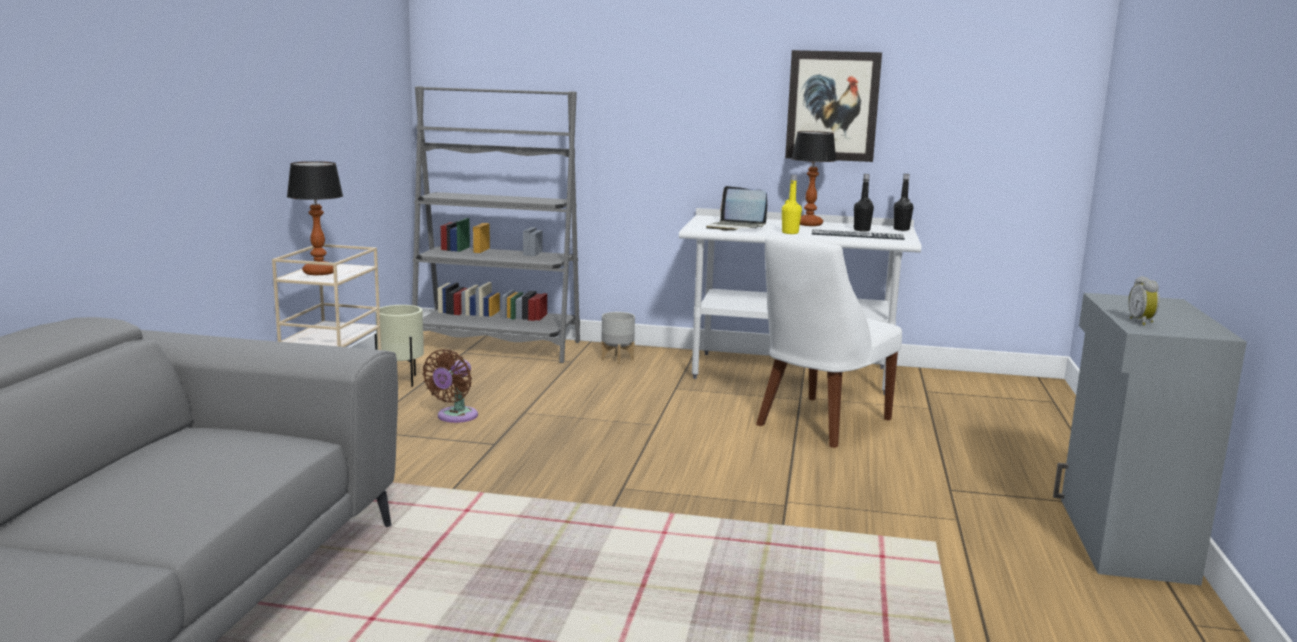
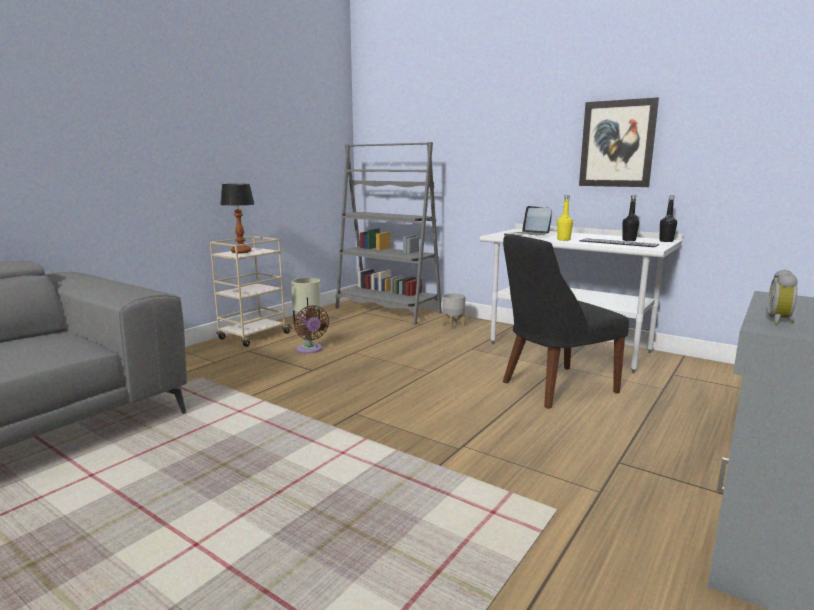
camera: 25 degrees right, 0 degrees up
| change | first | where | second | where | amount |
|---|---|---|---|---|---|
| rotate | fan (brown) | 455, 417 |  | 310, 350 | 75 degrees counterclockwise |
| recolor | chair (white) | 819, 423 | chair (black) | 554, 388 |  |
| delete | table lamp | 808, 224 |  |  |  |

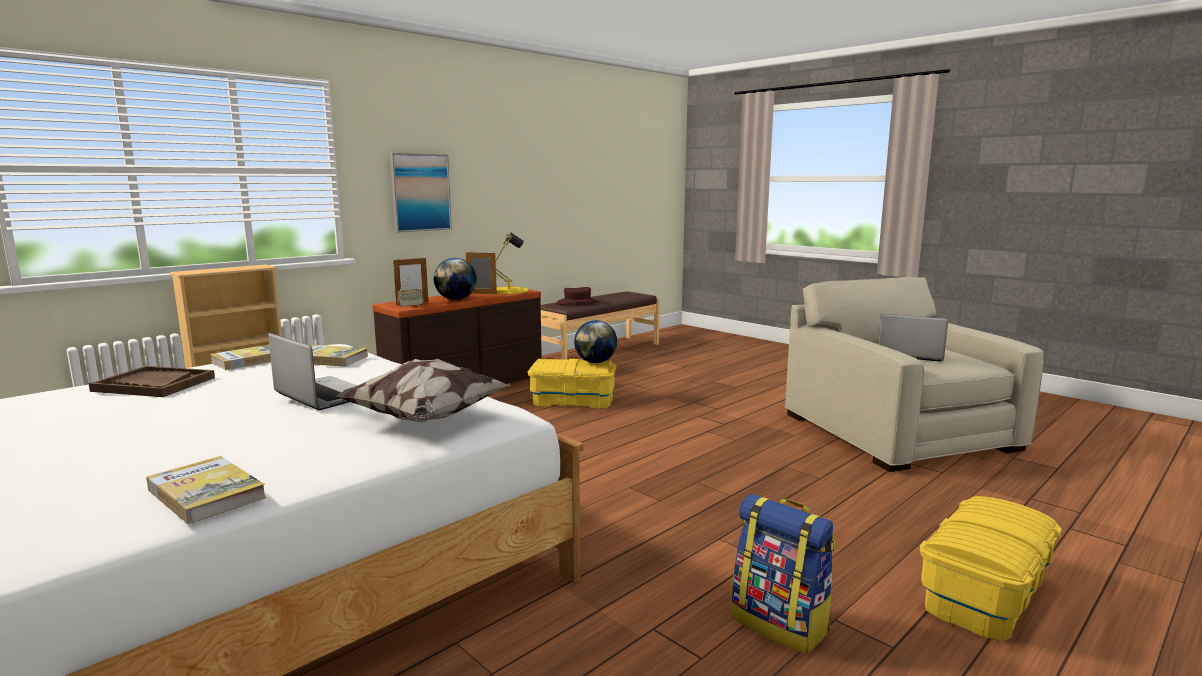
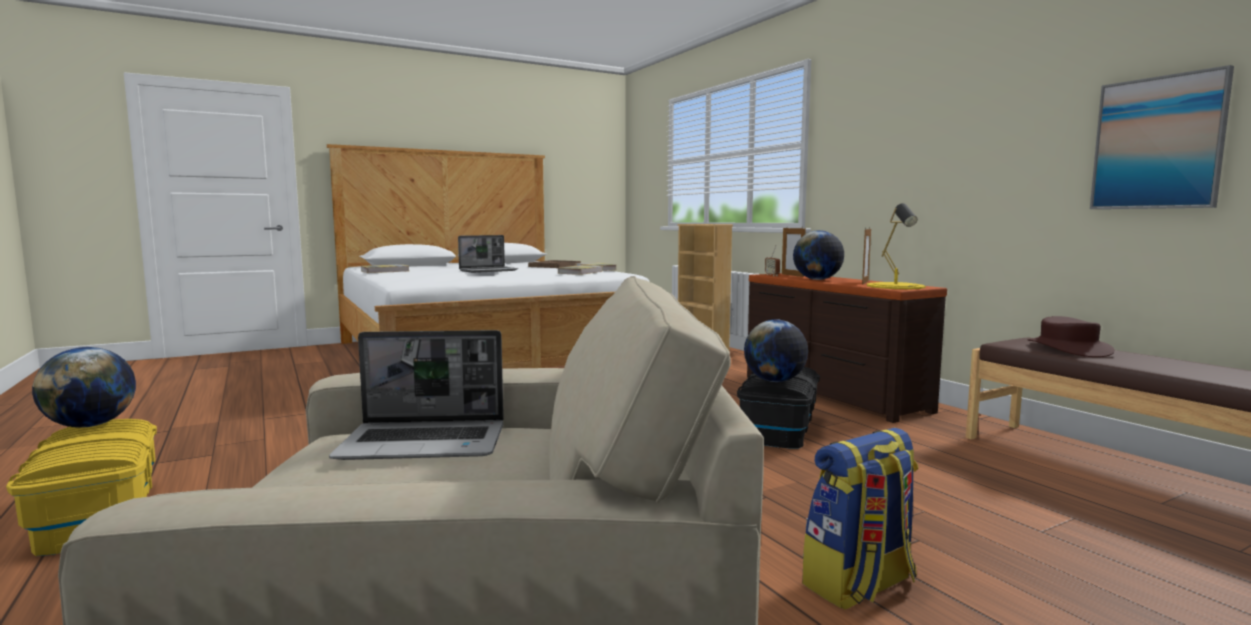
camera: 105 degrees right, 5 degrees down
| change | first | where | second | where | amount |
|---|---|---|---|---|---|
| delete | pillow | 426, 419 |  |  |  |
| move | picture | 420, 192 |  | 1158, 143 |  |
| recolor | storage box (yellow) | 572, 401 | storage box (black) | 778, 429 |  |
| move | backpack | 780, 624 |  | 859, 585 |  |
| rotate | laptop | 909, 354 |  | 426, 443 | 45 degrees clockwise |
| insert |  |  | globe | 91, 425 |  |

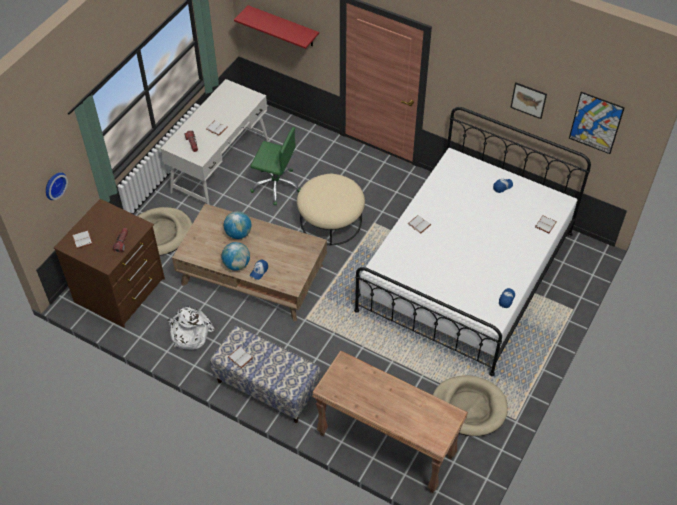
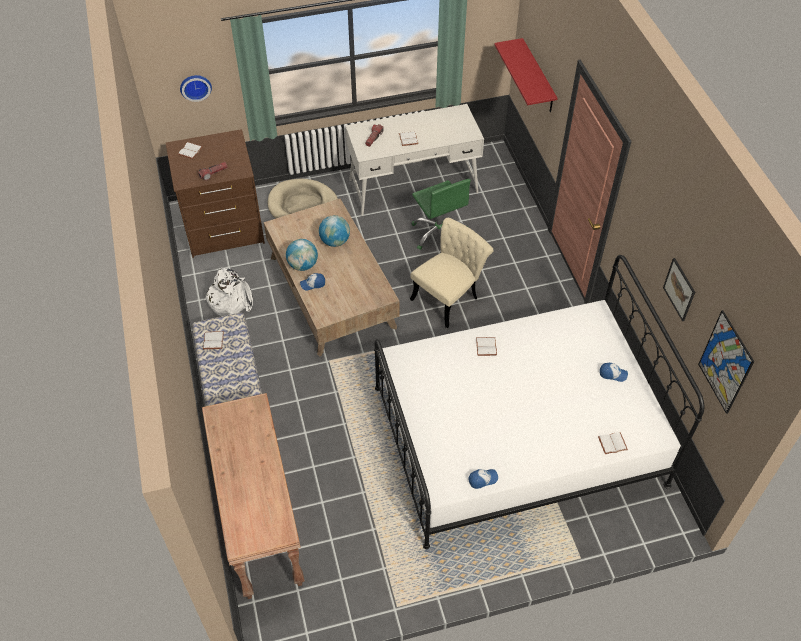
camera: 45 degrees right, 0 degrees up
| change | first | where | second | where | amount |
|---|---|---|---|---|---|
| replace | ottoman (beige) | 331, 221 | chair (beige) | 449, 297 |  |
| delete | dog bed (beige) | 469, 407 |  |  |  |

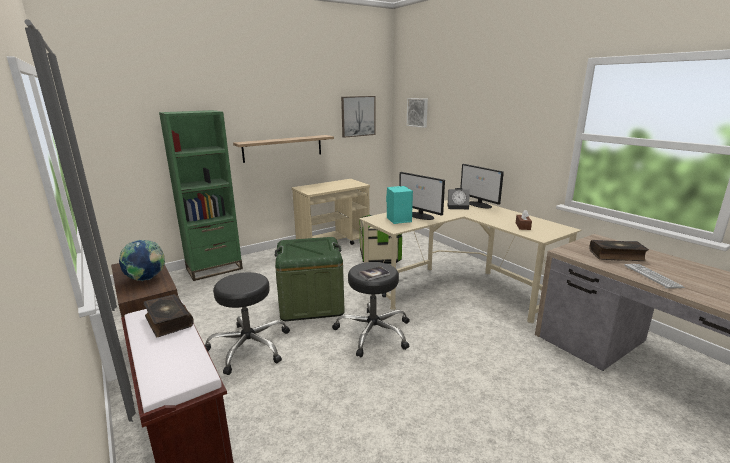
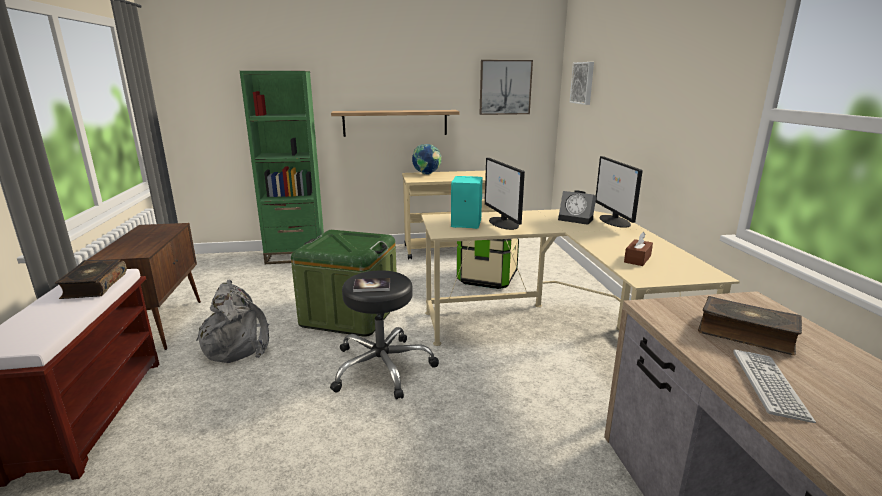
camera: 25 degrees right, 0 degrees up
| change | first | where | second | where | amount |
|---|---|---|---|---|---|
| move | globe | 146, 279 |  | 426, 174 |  |
| replace | stool (black) | 248, 347 | backpack (grey) | 238, 345 |  |

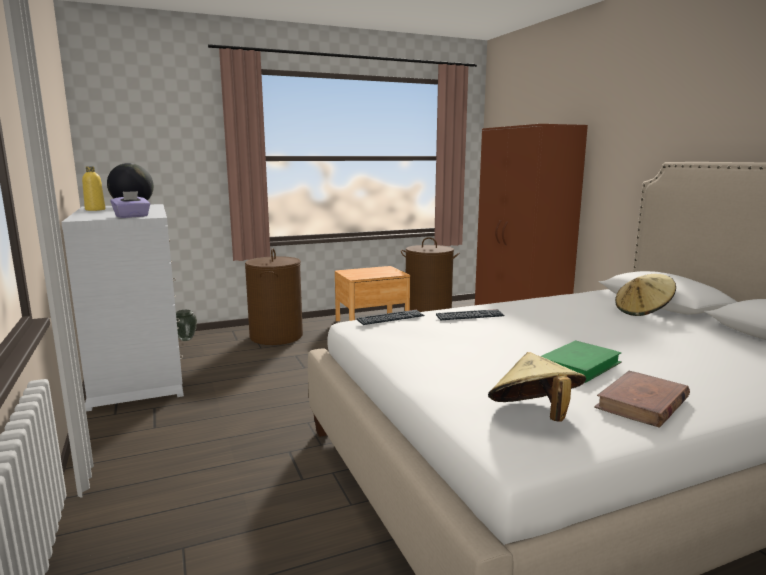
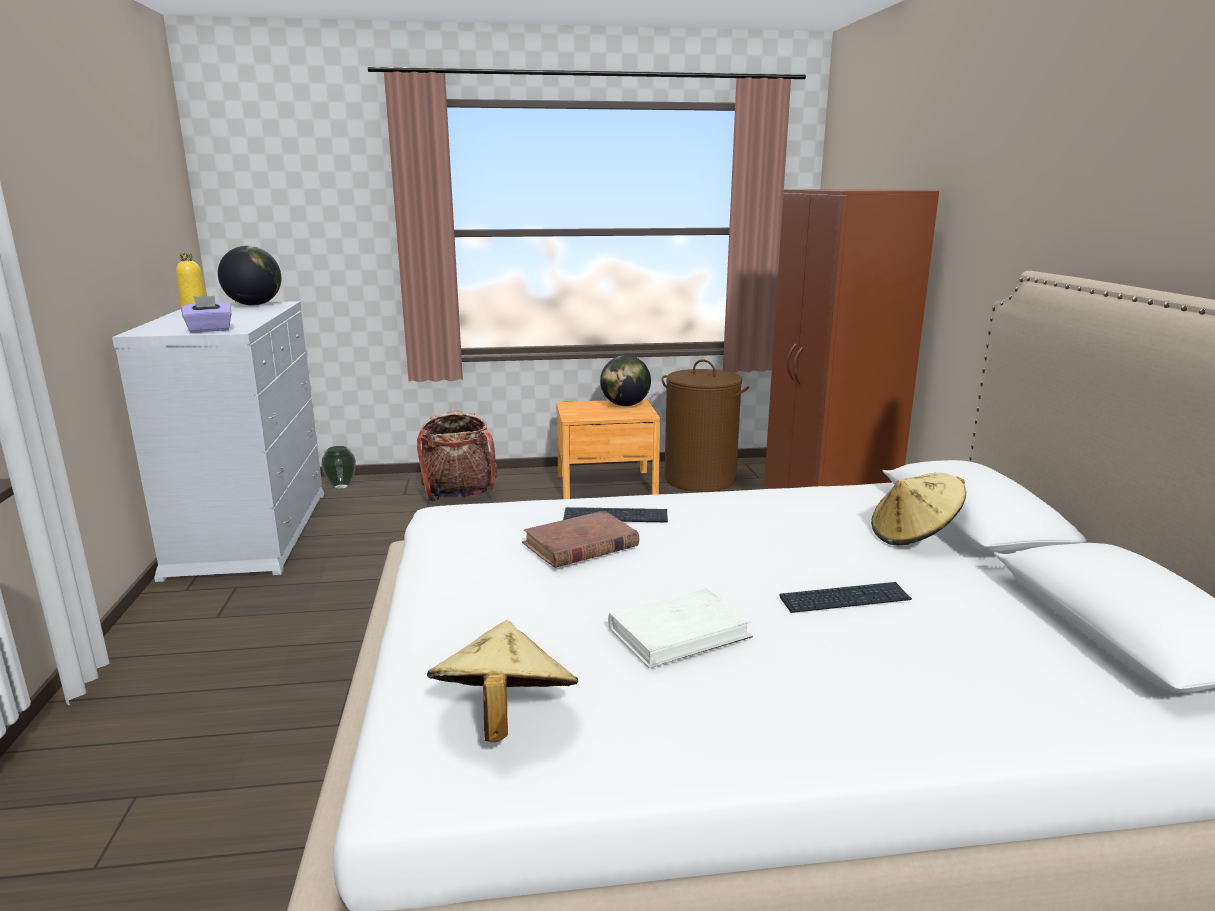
camera: 15 degrees right, 5 degrees up
| change | first | where | second | where | amount |
|---|---|---|---|---|---|
| replace | laundry basket (brown) | 276, 336 | backpack | 459, 494 |  |
| move | keyboard | 391, 318 |  | 845, 600 |  |
| recolor | book (green) | 579, 365 | book (white) | 679, 633 |  |
| move | book (brown) | 642, 403 |  | 580, 545 |  |
| insert |  |  | globe | 625, 405 |  |

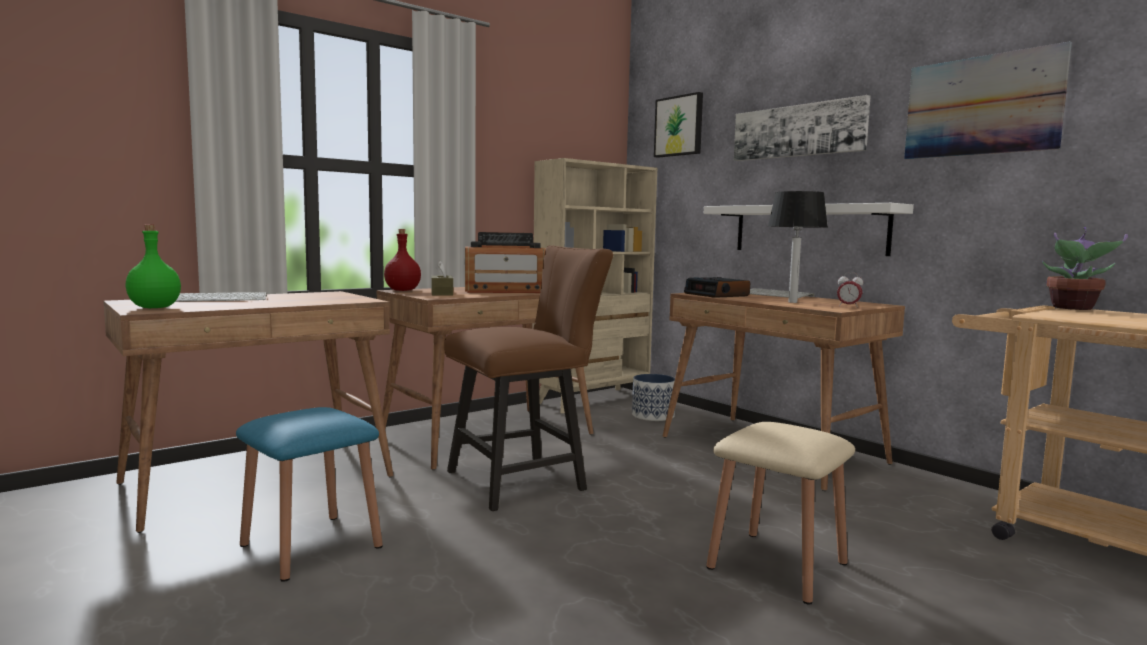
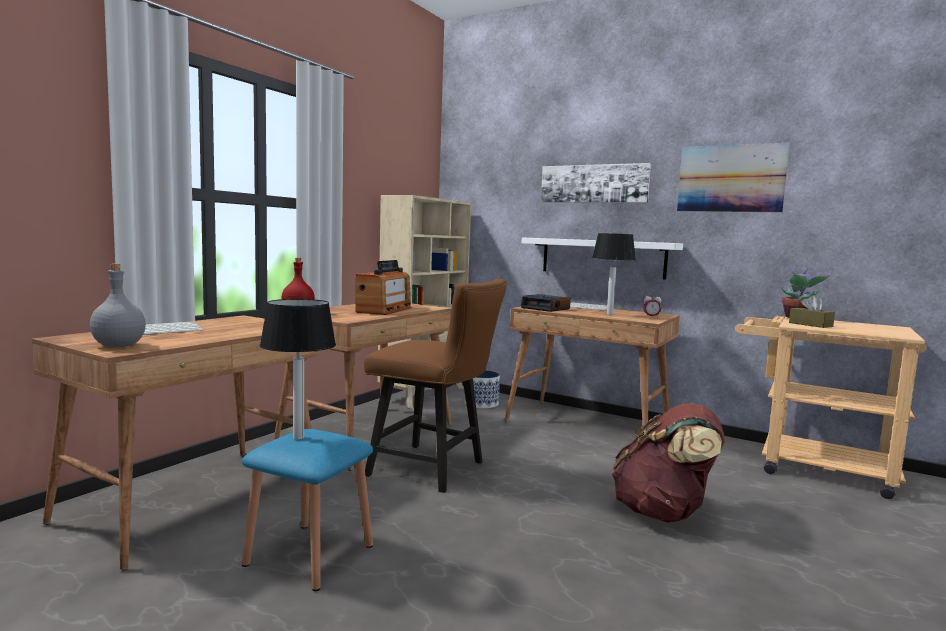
camera: 20 degrees left, 0 degrees up
| change | first | where | second | where | amount |
|---|---|---|---|---|---|
| recolor | bottle (green) | 153, 307 | bottle (grey) | 118, 346 |  |
| move | tissue box (brown) | 442, 293 |  | 810, 324 |  |
| rotate | chair (brown) | 526, 480 |  | 434, 470 | 75 degrees clockwise |
| rotate | radio | 505, 291 |  | 384, 310 | 45 degrees counterclockwise |
| delete | picture | 679, 126 |  |  |  |
| replace | stool (beige) | 777, 565 | backpack (brown) | 663, 512 |  |
| insert |  |  | table lamp | 299, 437 |  |

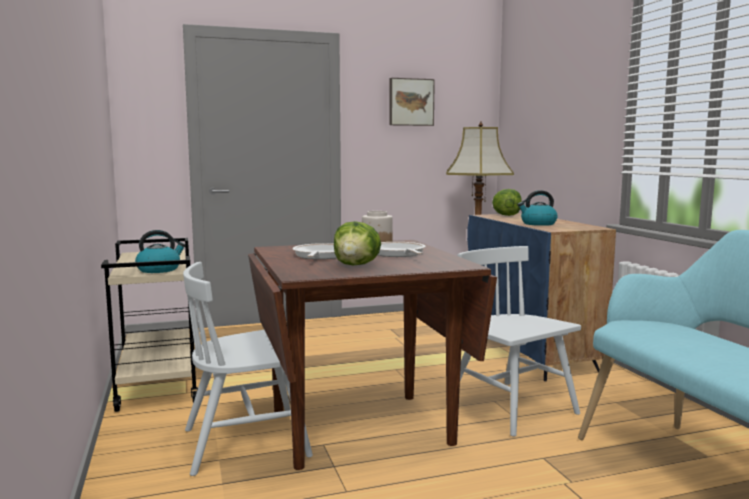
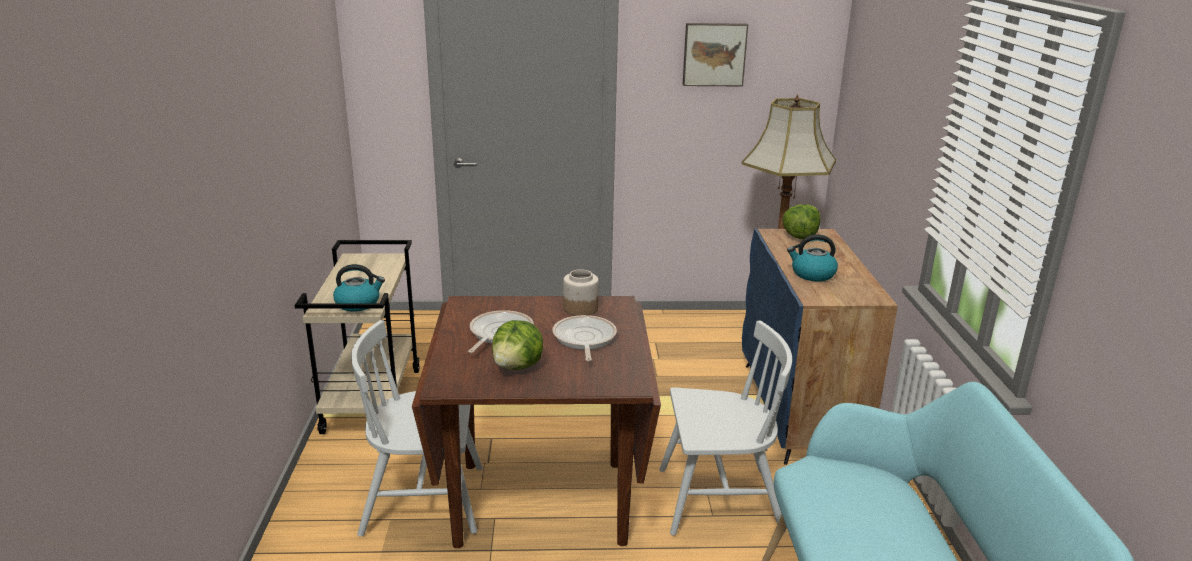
camera: 15 degrees right, 15 degrees up
| change | first | where | second | where | amount |
|---|---|---|---|---|---|
| rotate | chair (white) | 511, 407 |  | 718, 500 | 105 degrees clockwise |

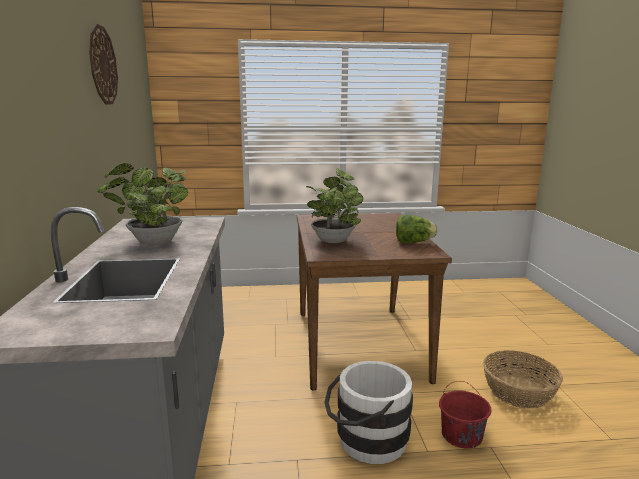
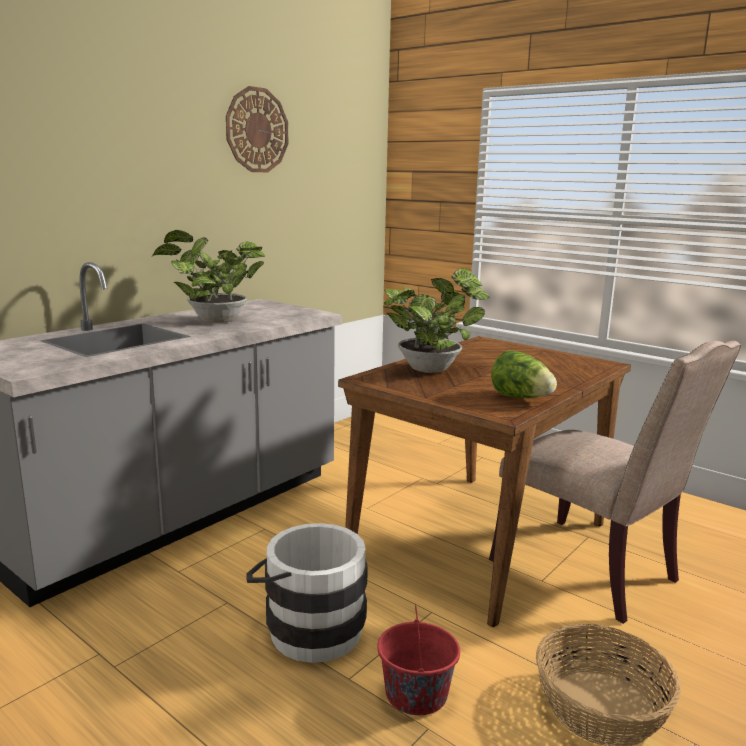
camera: 45 degrees right, 0 degrees up
| change | first | where | second | where | amount |
|---|---|---|---|---|---|
| insert |  |  | chair (beige) | 592, 572 |  |

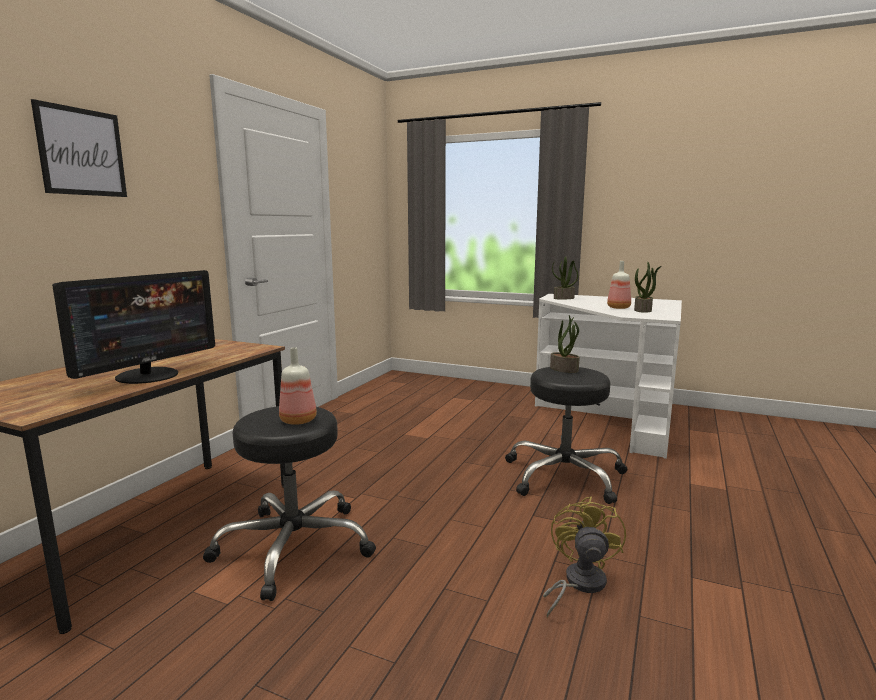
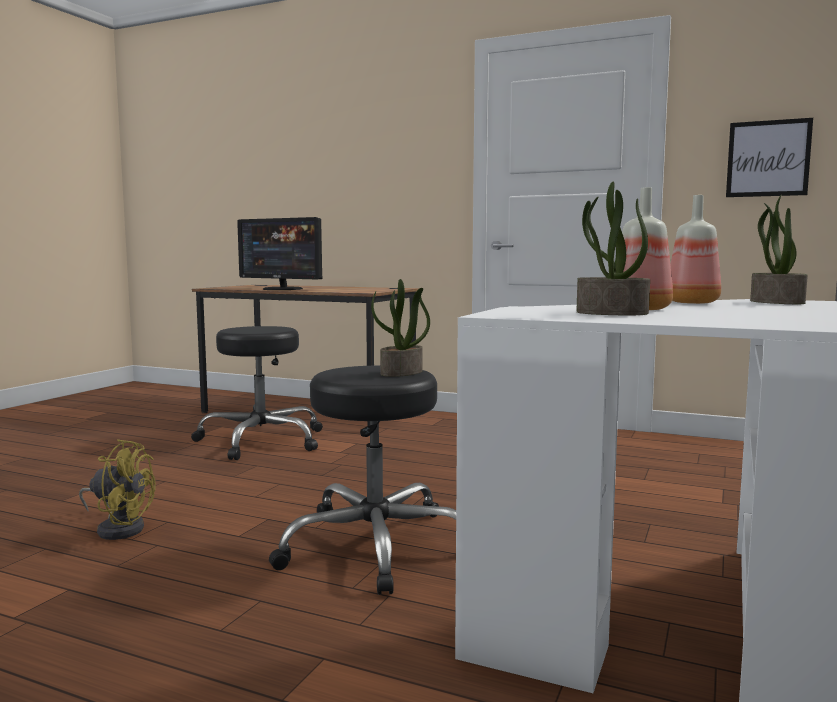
camera: 90 degrees right, 5 degrees down
| change | first | where | second | where | amount |
|---|---|---|---|---|---|
| move | picture | 82, 152 |  | 768, 158 |  |
| move | bottle | 299, 420 |  | 693, 303 |  |

